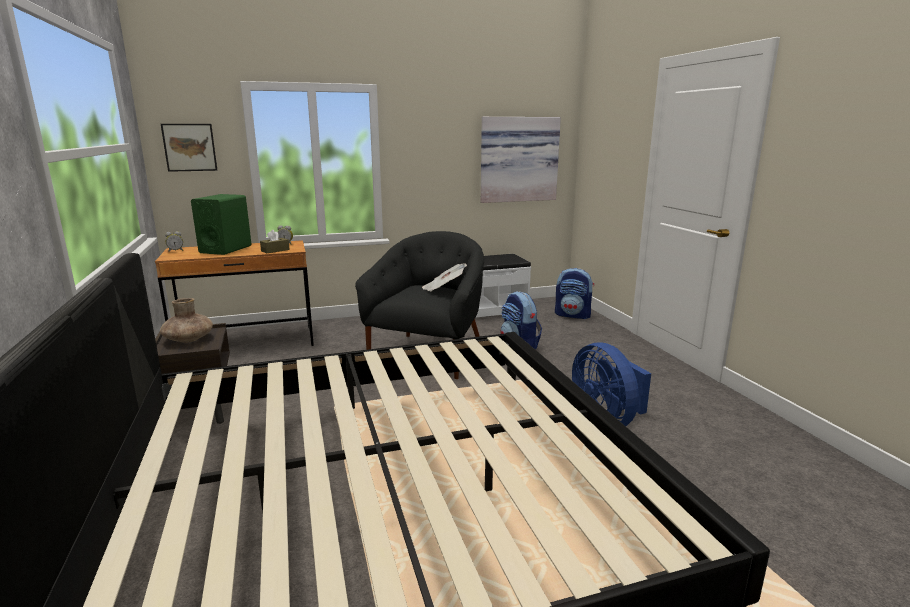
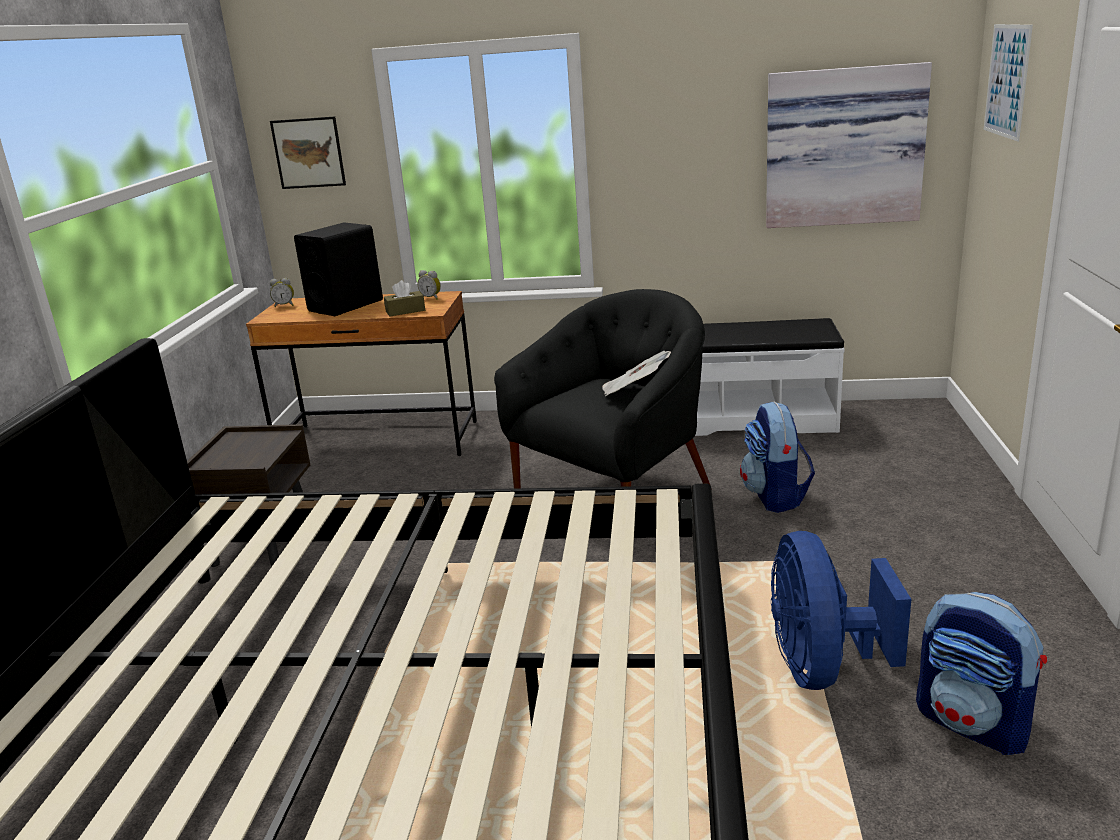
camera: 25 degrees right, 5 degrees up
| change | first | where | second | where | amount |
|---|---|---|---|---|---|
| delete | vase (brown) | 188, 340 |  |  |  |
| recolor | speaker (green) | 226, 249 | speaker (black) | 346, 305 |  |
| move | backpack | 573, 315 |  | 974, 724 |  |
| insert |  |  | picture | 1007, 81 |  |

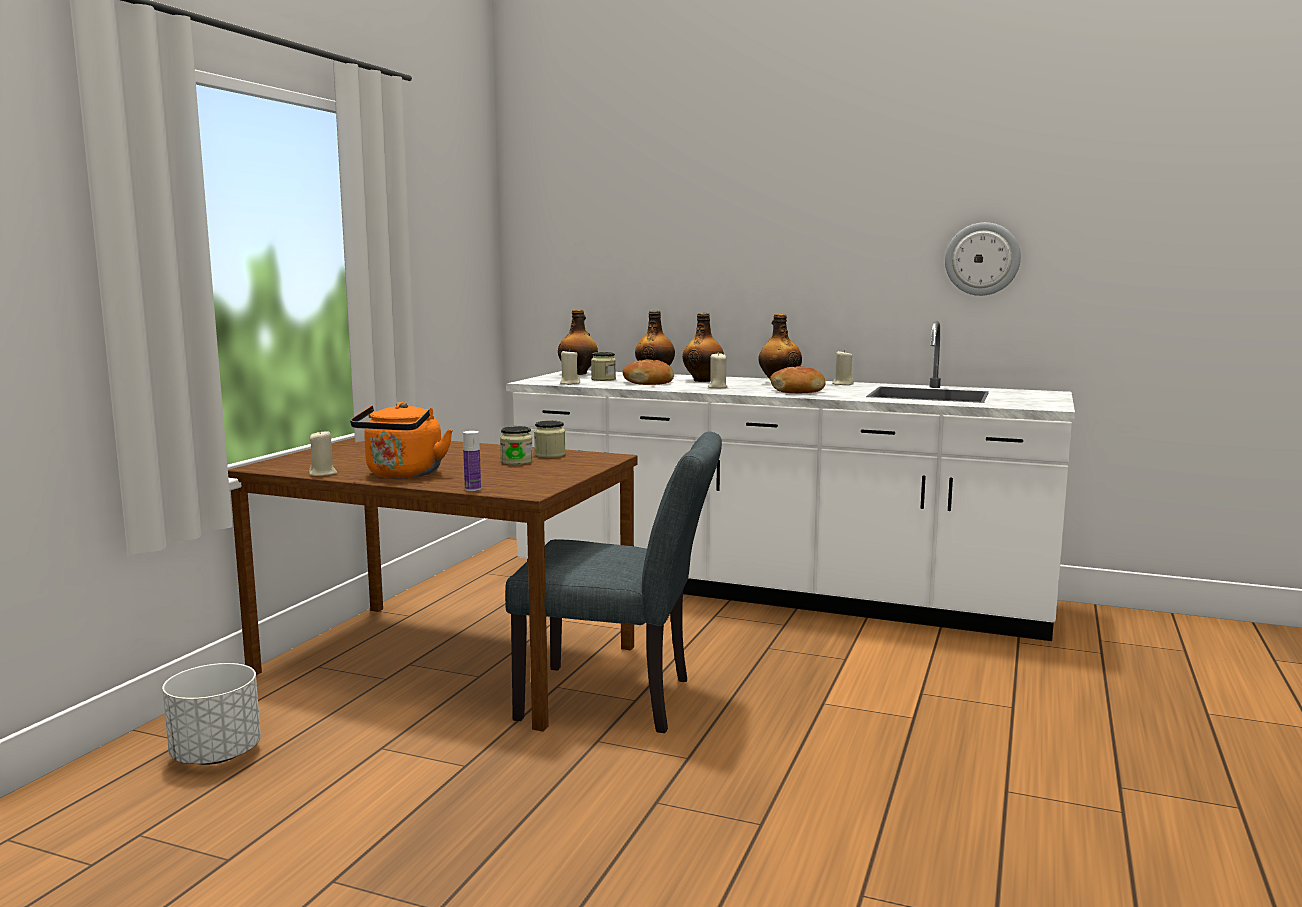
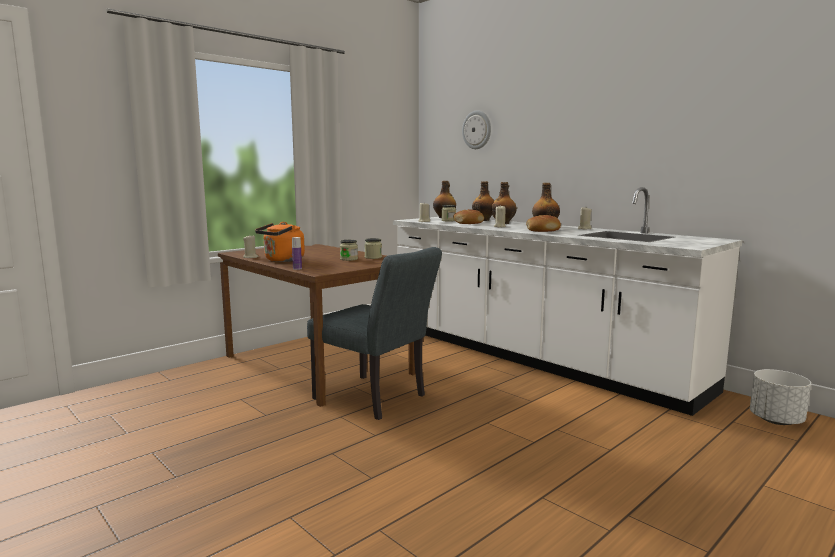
camera: 25 degrees right, 0 degrees up
| change | first | where | second | where | amount |
|---|---|---|---|---|---|
| move | planter (white) | 216, 755 |  | 775, 420 |  |
| move | wall clock | 982, 259 |  | 477, 130 |  |

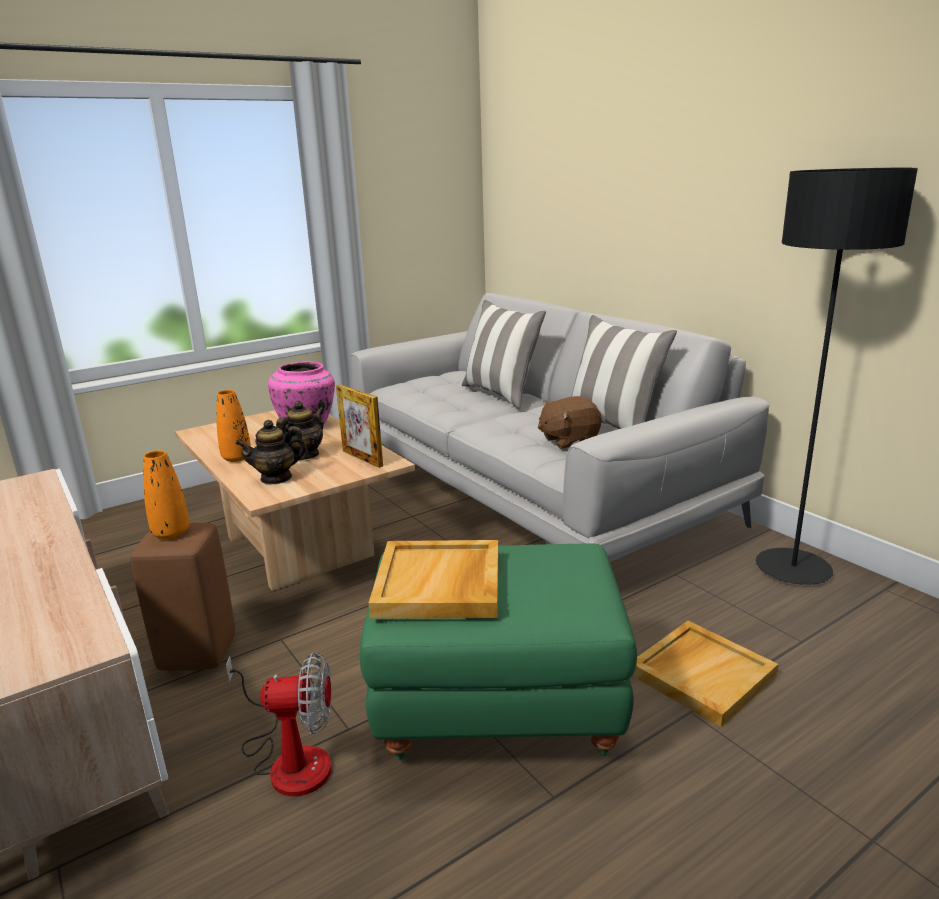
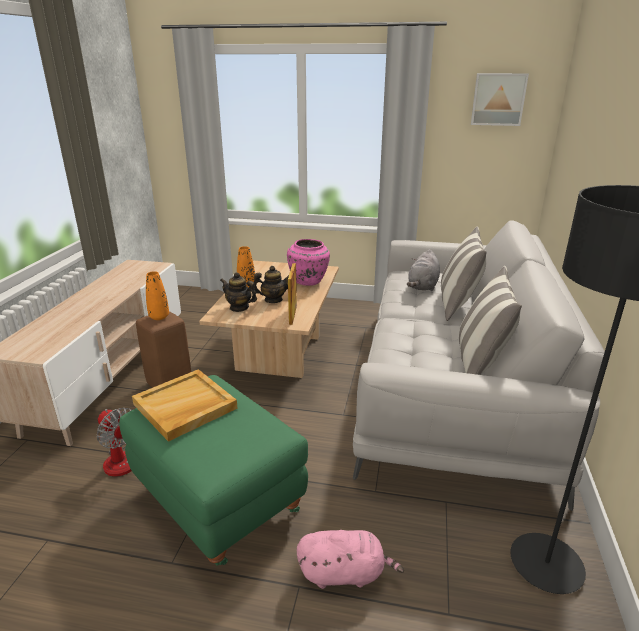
camera: 45 degrees right, 5 degrees up
| change | first | where | second | where | amount |
|---|---|---|---|---|---|
| delete | plush toy (brown) | 568, 440 |  |  |  |
| replace | tray (beige) | 702, 674 | plush toy (pink) | 345, 573 |  |
| insert |  |  | plush toy (grey) | 423, 286 |  |
| insert |  |  | picture | 498, 99 |  |

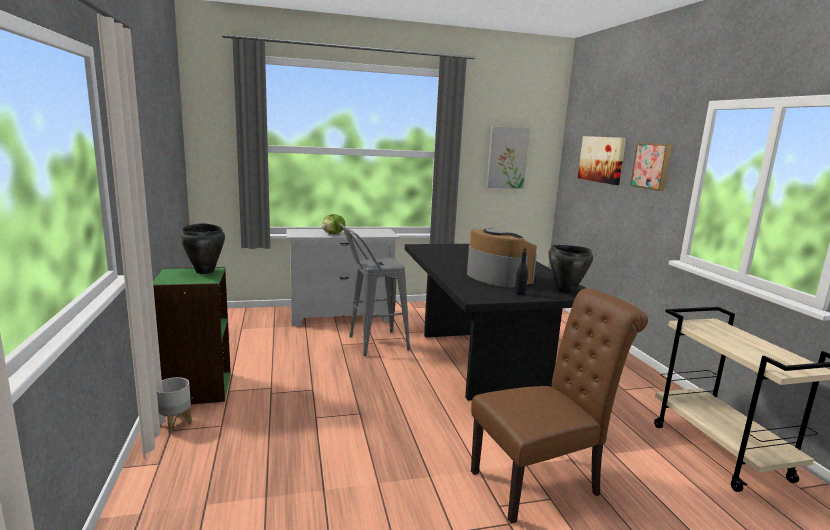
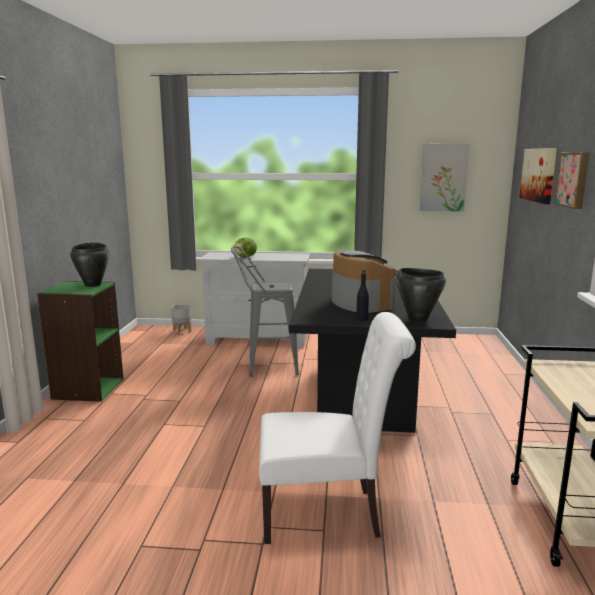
camera: 20 degrees right, 0 degrees up
| change | first | where | second | where | amount |
|---|---|---|---|---|---|
| move | planter (grey) | 175, 424 |  | 182, 331 |  |
| recolor | chair (brown) | 542, 482 | chair (white) | 328, 514 |  |

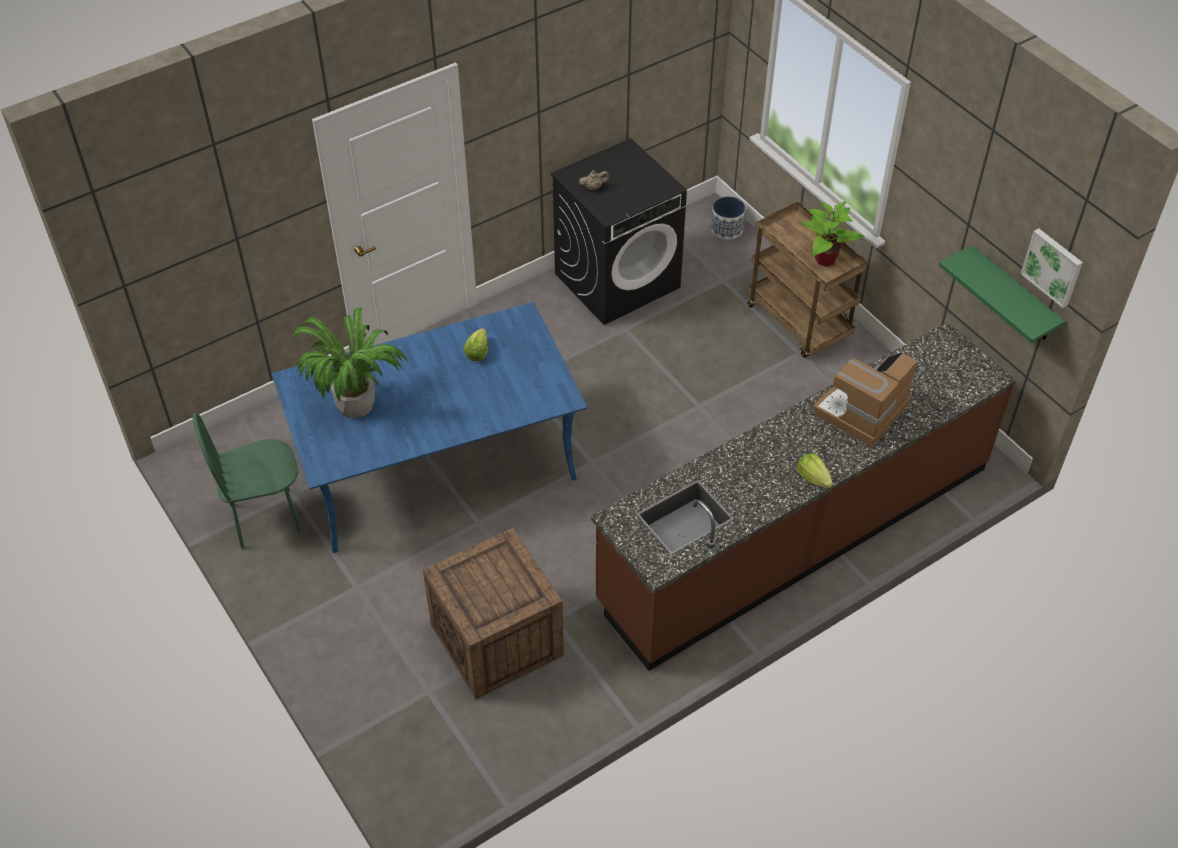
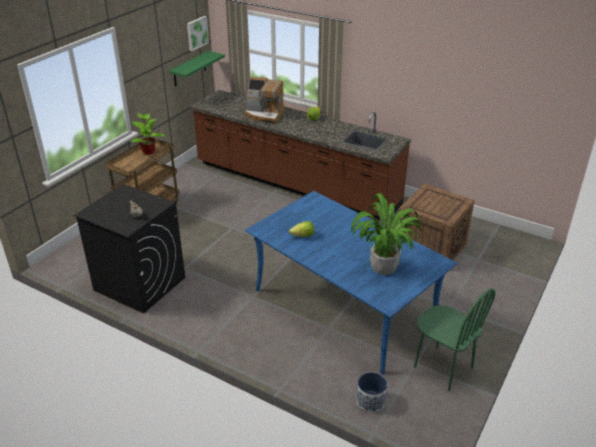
camera: 115 degrees left, 15 degrees down
| change | first | where | second | where | amount |
|---|---|---|---|---|---|
| move | planter | 727, 229 |  | 370, 401 |  |

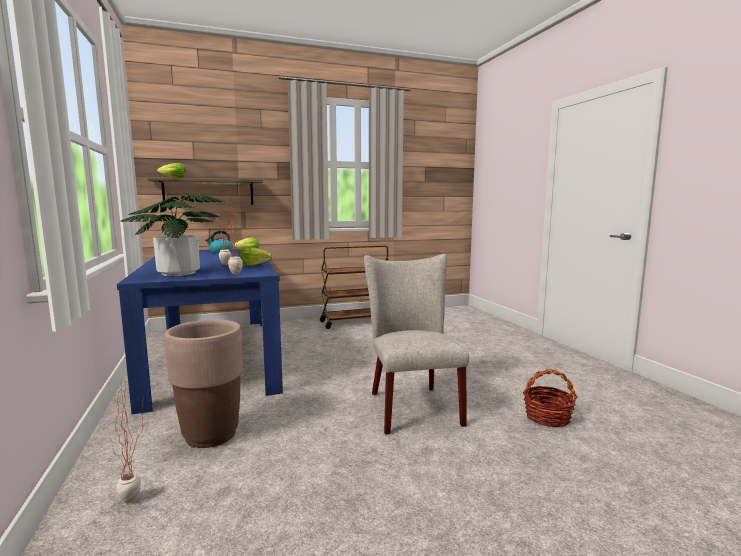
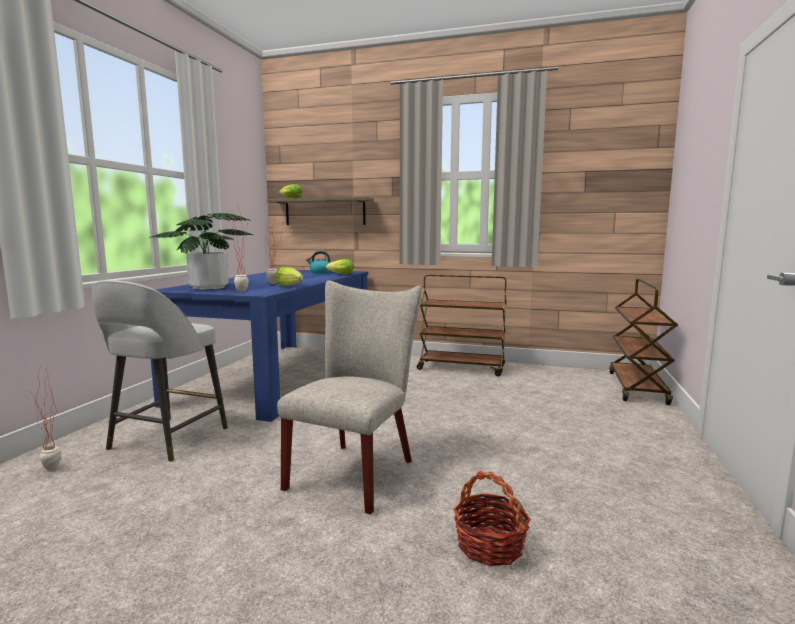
camera: 35 degrees right, 0 degrees up
| change | first | where | second | where | amount |
|---|---|---|---|---|---|
| replace | planter (brown) | 210, 435 | stool (grey) | 166, 440 |  |
| insert |  |  | cart (brown) | 637, 388 |  |

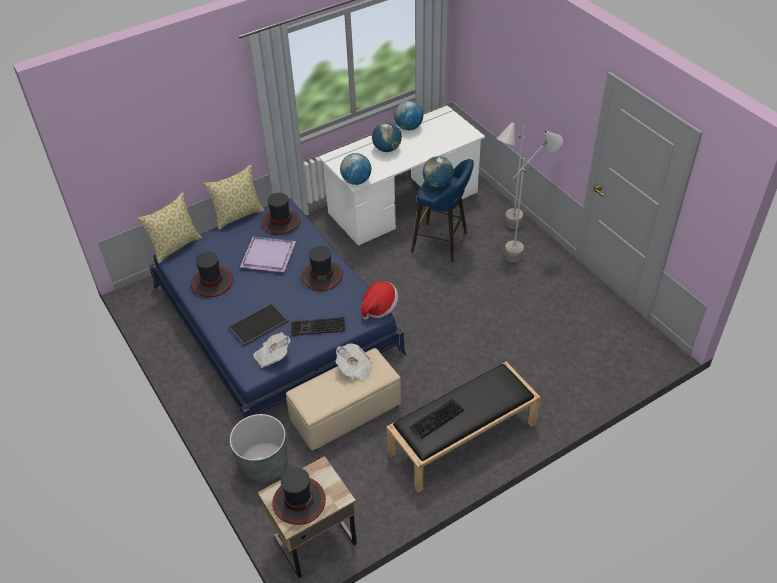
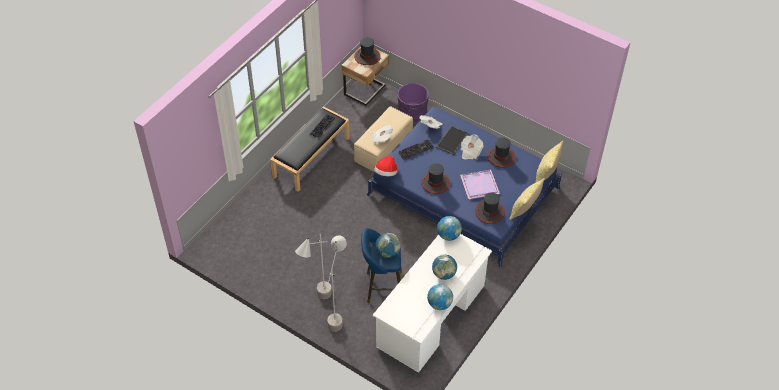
camera: 155 degrees right, 5 degrees up
| change | first | where | second | where | amount |
|---|---|---|---|---|---|
| recolor | planter (grey) | 263, 464 | planter (purple) | 412, 113 |  |
| insert |  |  | newspaper | 470, 152 |  |

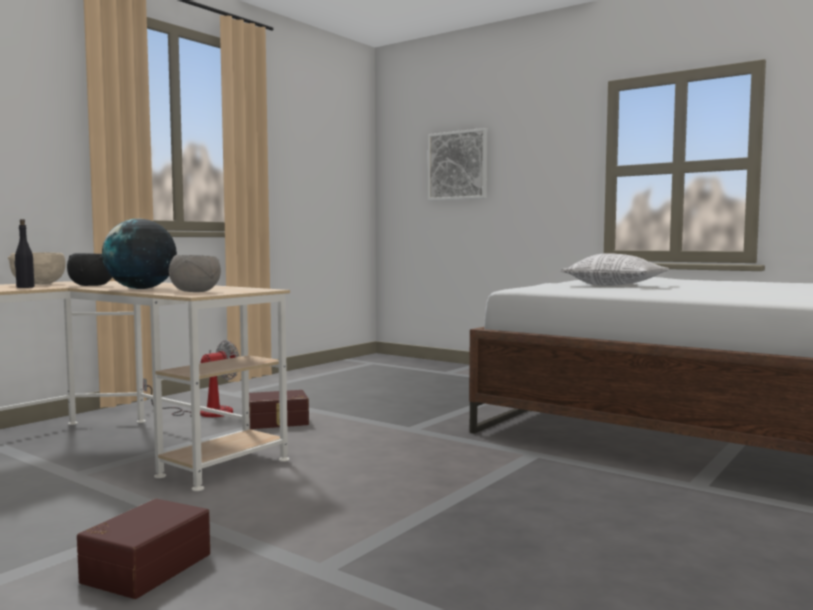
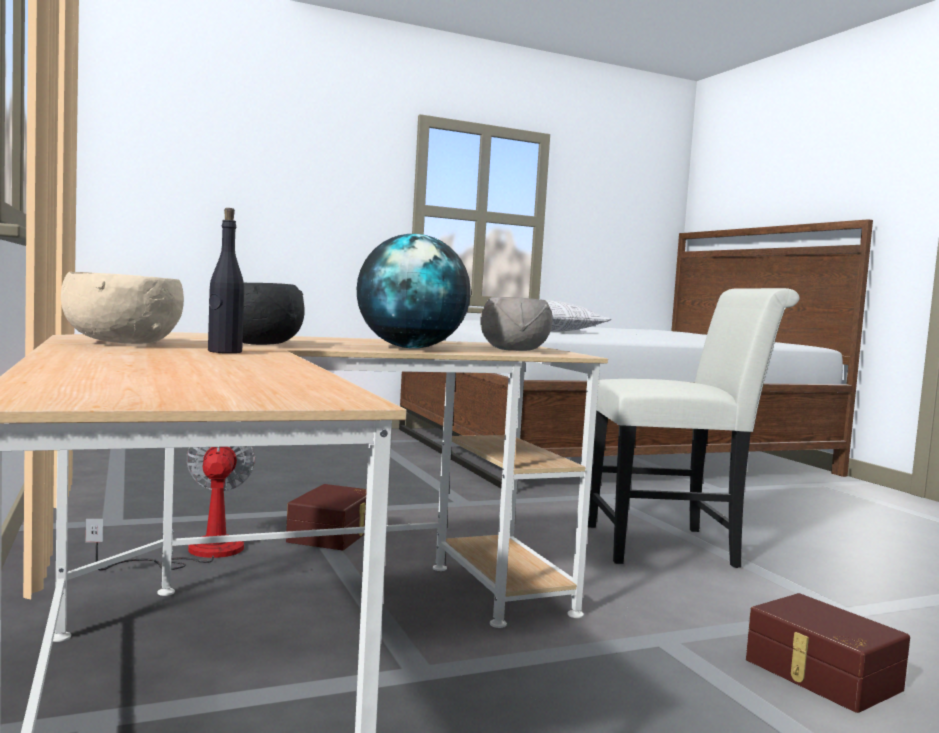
camera: 60 degrees left, 0 degrees up
| change | first | where | second | where | amount |
|---|---|---|---|---|---|
| delete | picture | 458, 165 |  |  |  |
| insert |  |  | chair (white) | 671, 546 |  |

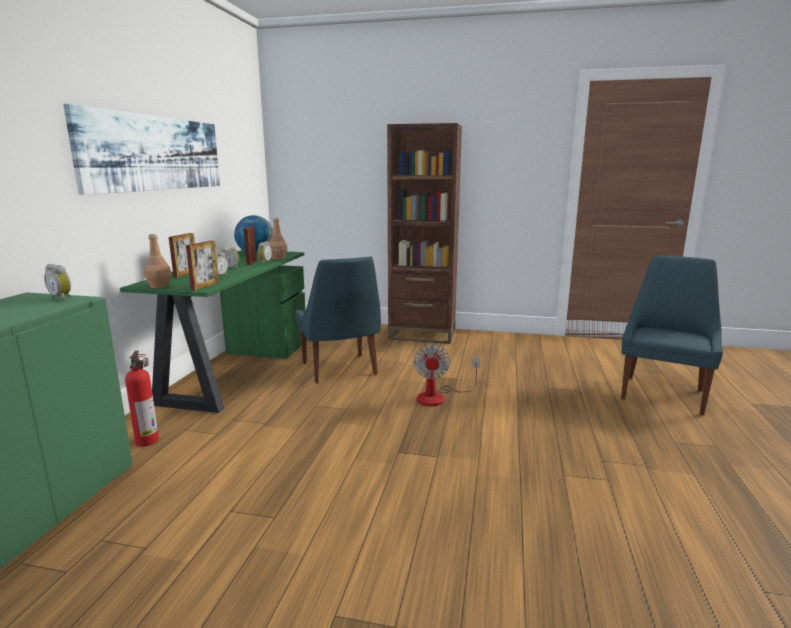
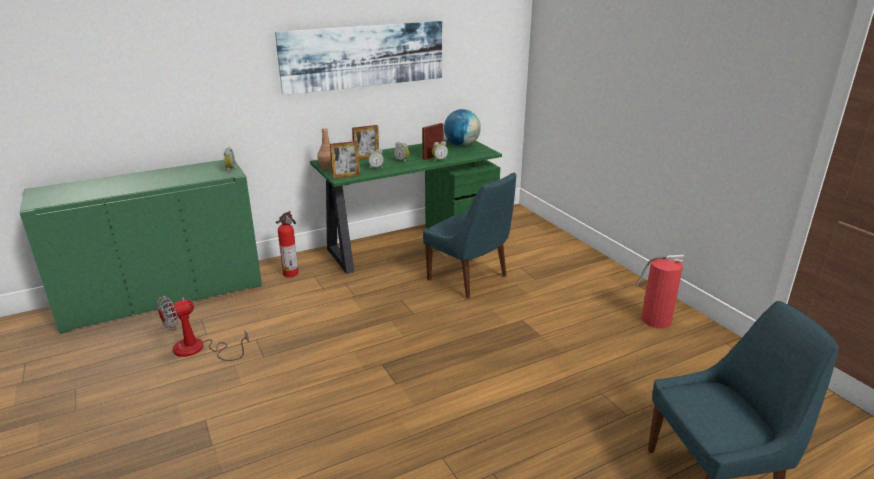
camera: 50 degrees right, 10 degrees up
| change | first | where | second | where | amount |
|---|---|---|---|---|---|
| delete | bottle (brown) | 278, 258 |  |  |  |
| rotate | chair (blue) | 340, 370 |  | 469, 278 | 75 degrees counterclockwise |
| delete | bookcase (brown) | 422, 334 |  |  |  |
| move | fan | 438, 397 |  | 198, 349 |  |
| insert |  |  | fire extinguisher | 654, 319 |  |

